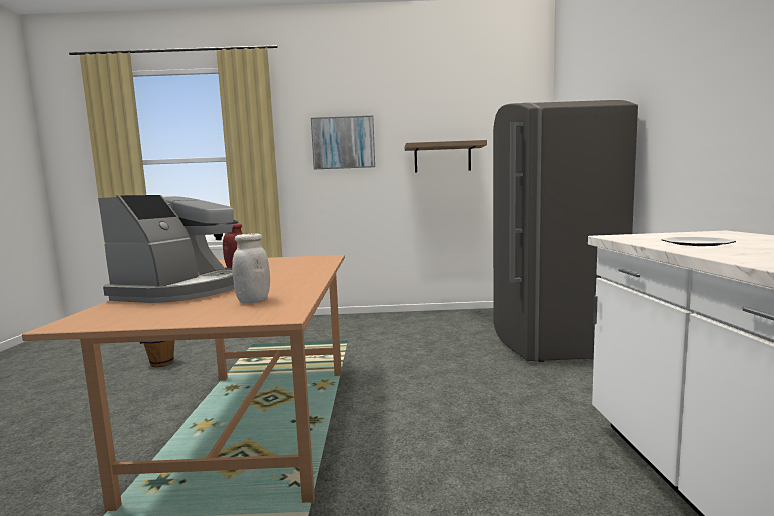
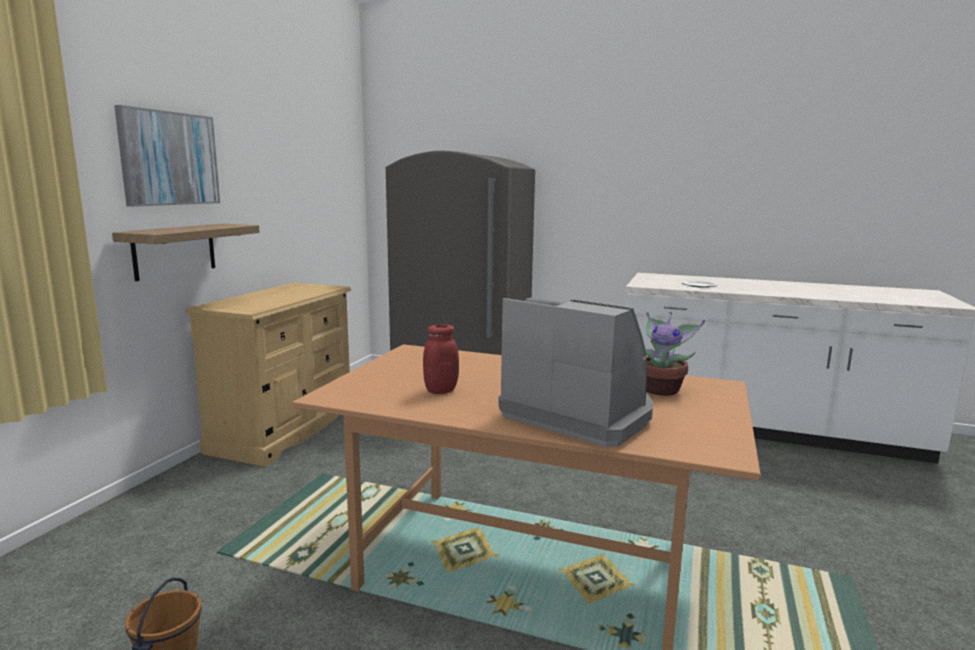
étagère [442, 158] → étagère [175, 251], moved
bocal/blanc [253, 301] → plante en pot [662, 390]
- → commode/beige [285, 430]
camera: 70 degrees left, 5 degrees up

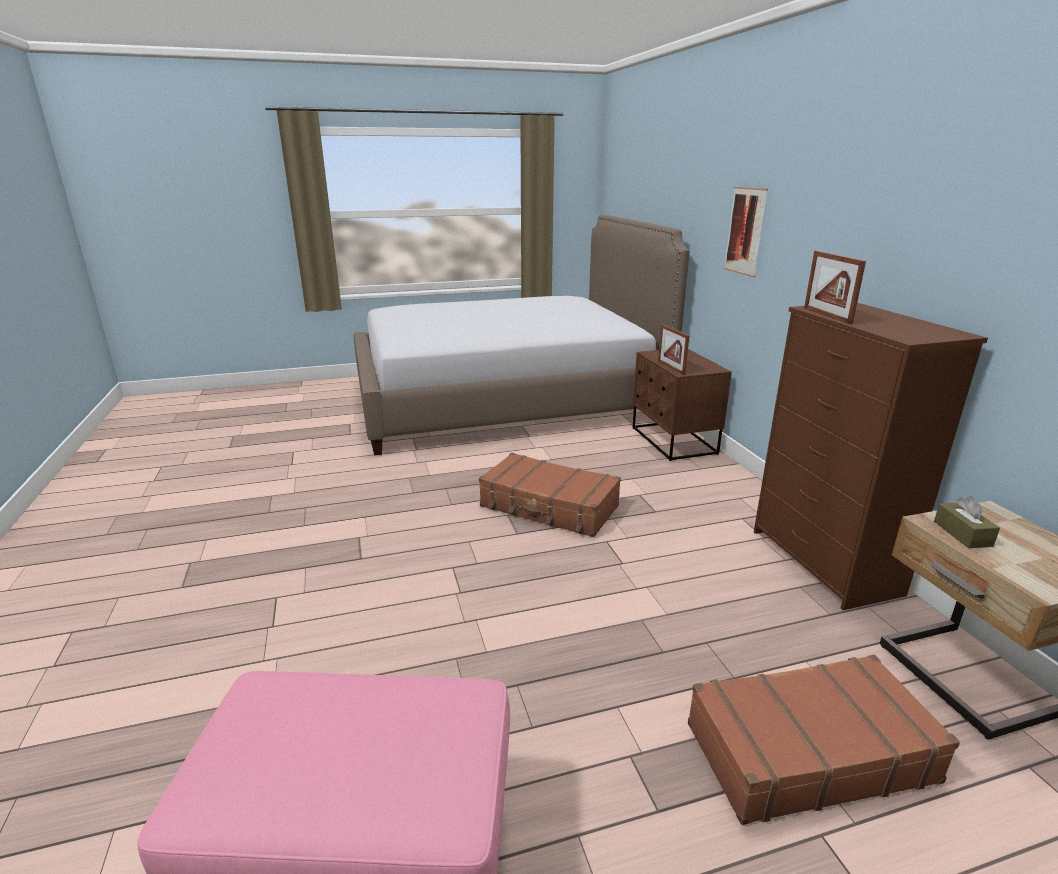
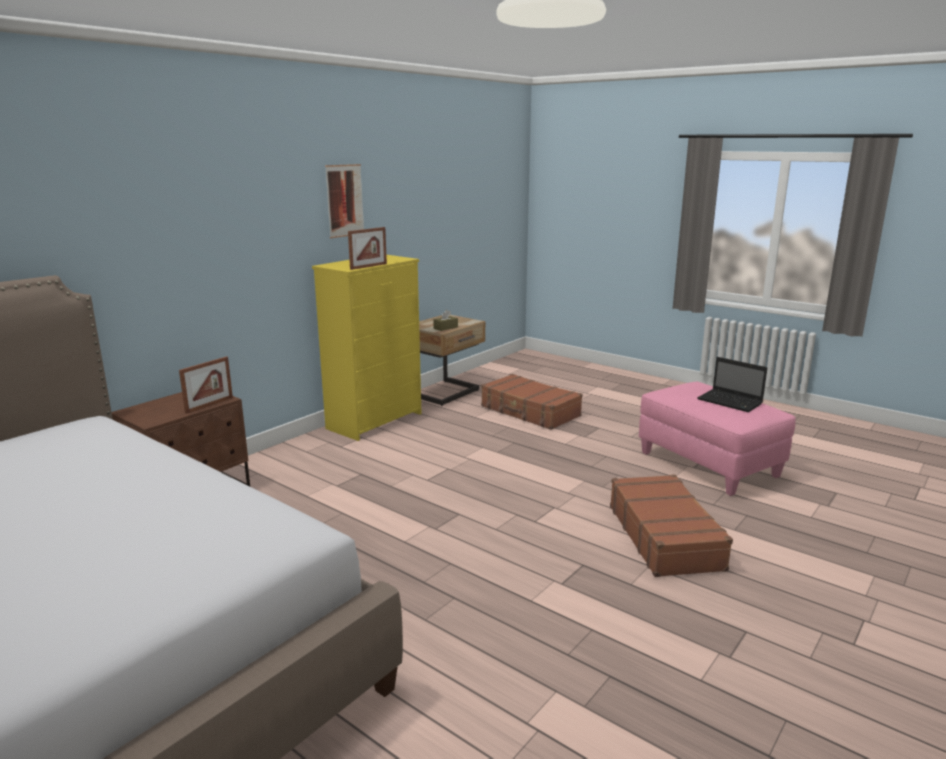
tableau [745, 231] → tableau [344, 200], moved
commode/marron [824, 562] → commode/jaune [376, 421]
valise/marron [549, 507] → valise/marron [665, 537], moved
- → ordinateur portable [731, 402]
camera: 125 degrees left, 5 degrees down

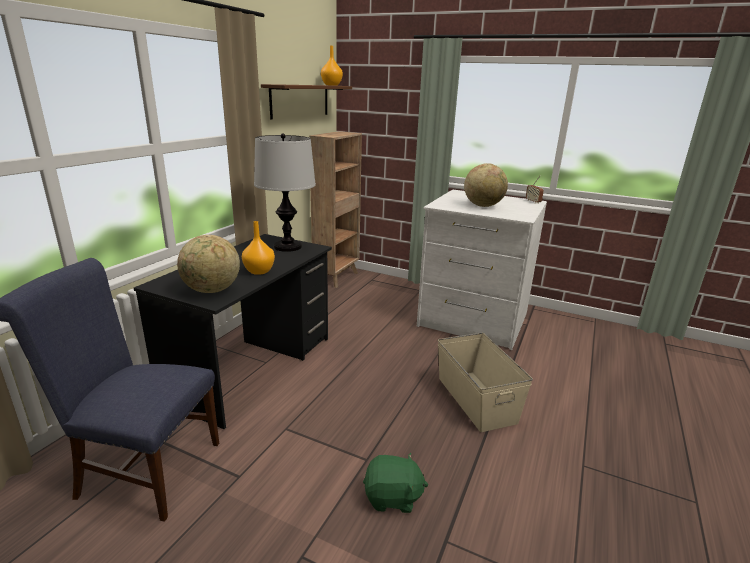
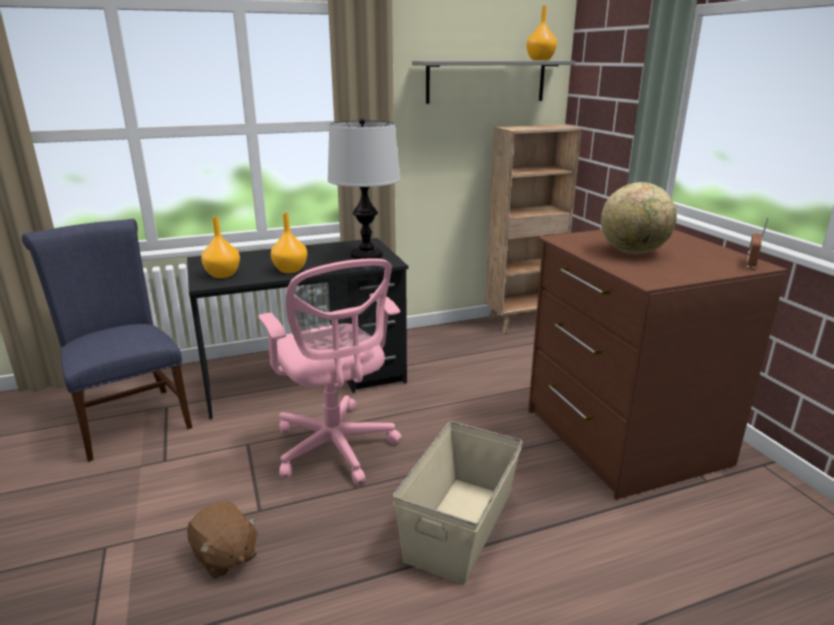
étagère/marron [300, 101] → étagère/gris [486, 81]
commode/blanc [472, 320] → commode/marron [622, 437]
globe [212, 291] → vase/orange [222, 275]
peluche/vert [392, 497] → peluche/marron [225, 556]
- → chaise de bureau/rose [336, 449]
camera: 45 degrees right, 0 degrees up

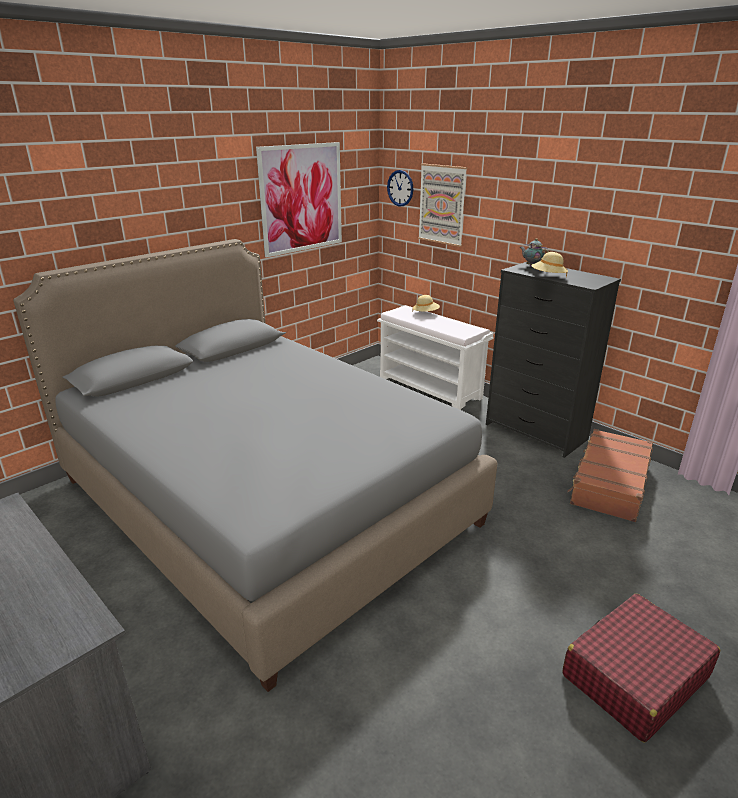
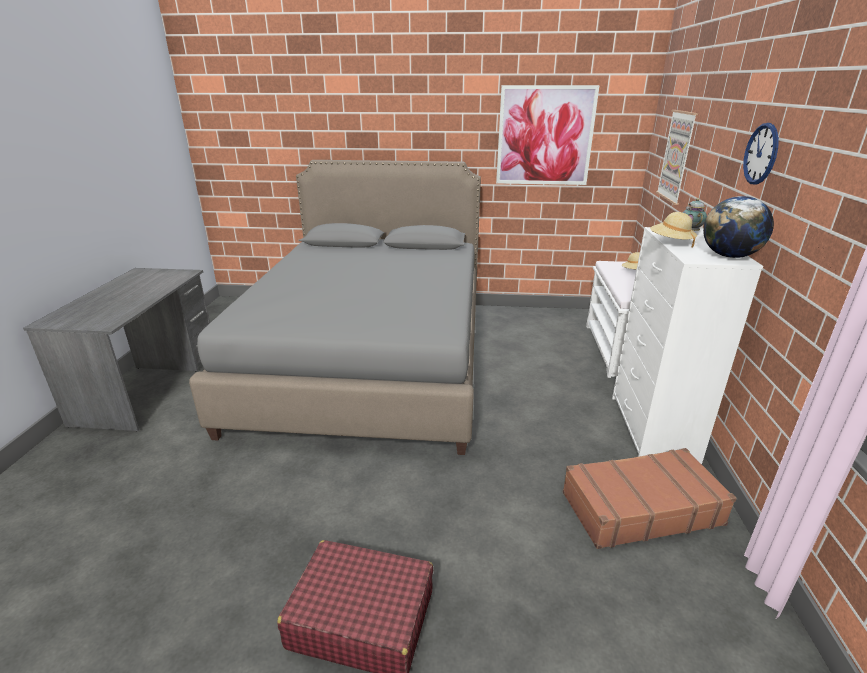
horloge murale [400, 188] → horloge murale [761, 154], moved
commode/noir [536, 432] → commode/blanc [652, 429]
- → globe [729, 256]
camera: 50 degrees right, 0 degrees up

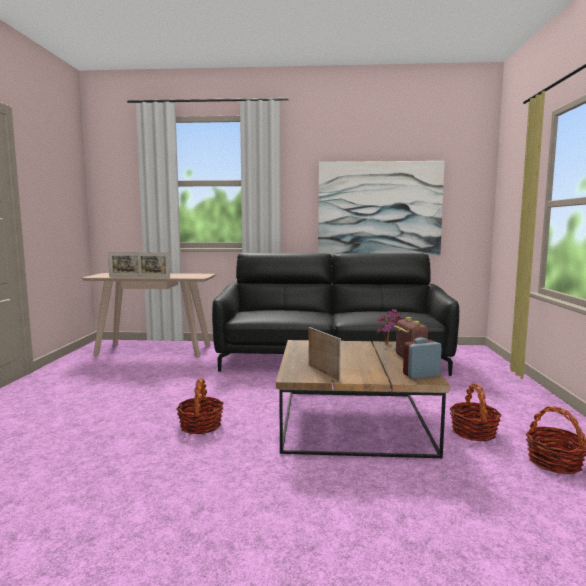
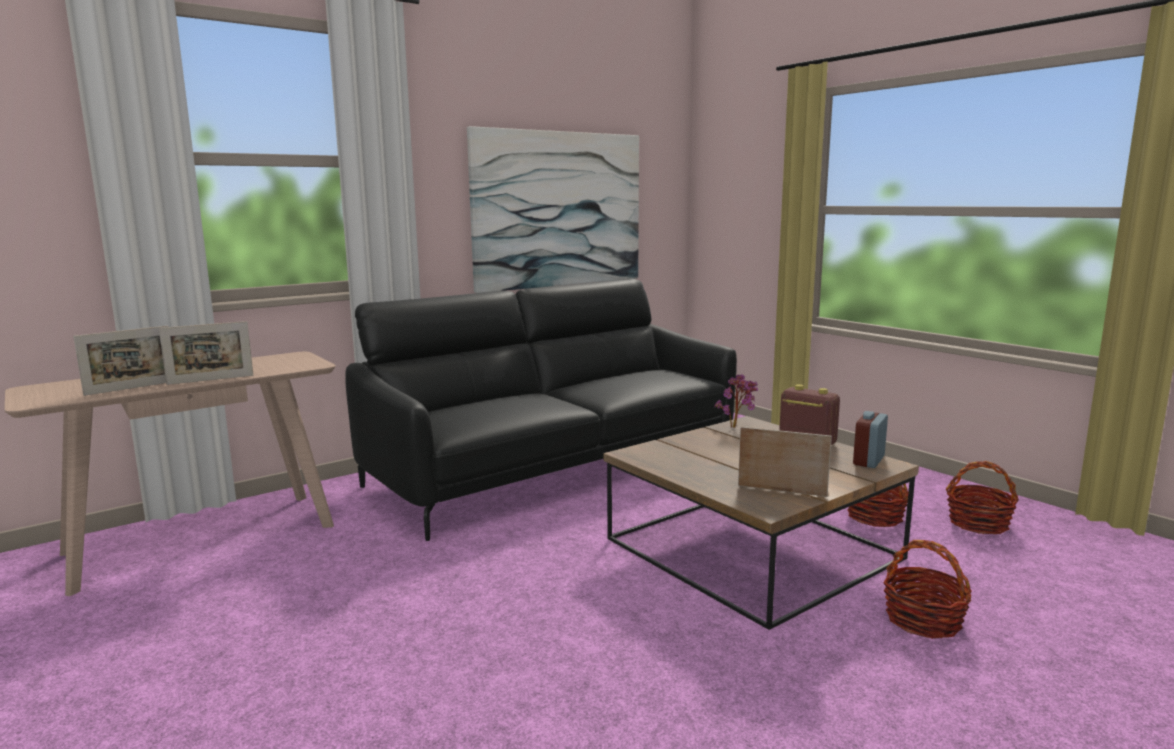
panier [201, 426] → panier [923, 620], moved
camera: 40 degrees left, 5 degrees up

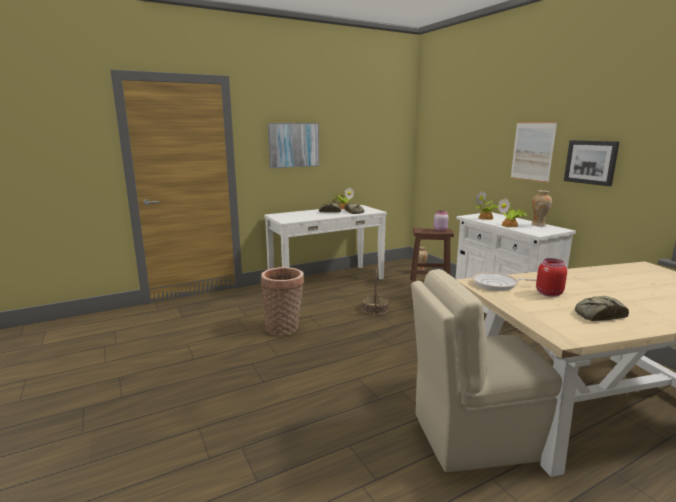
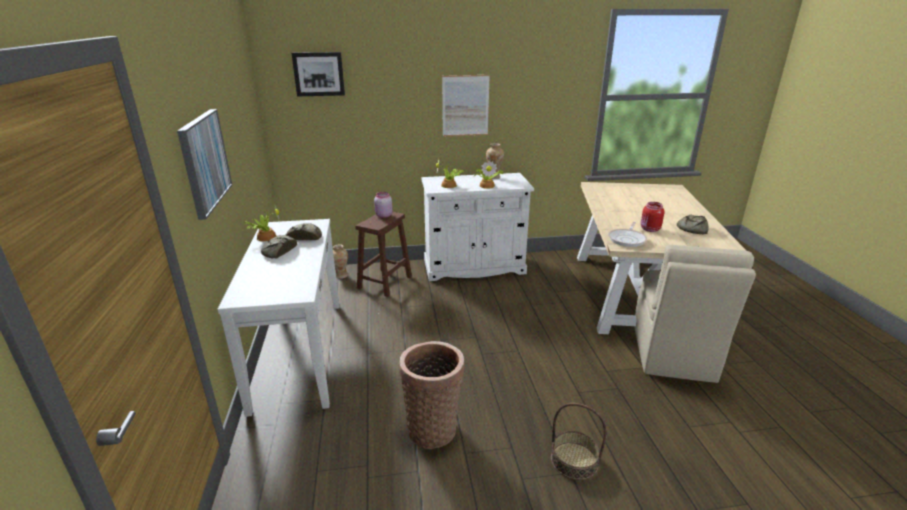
tableau [591, 162] → tableau [319, 74], moved
panier [375, 309] → panier [574, 460], moved
camera: 70 degrees left, 10 degrees up

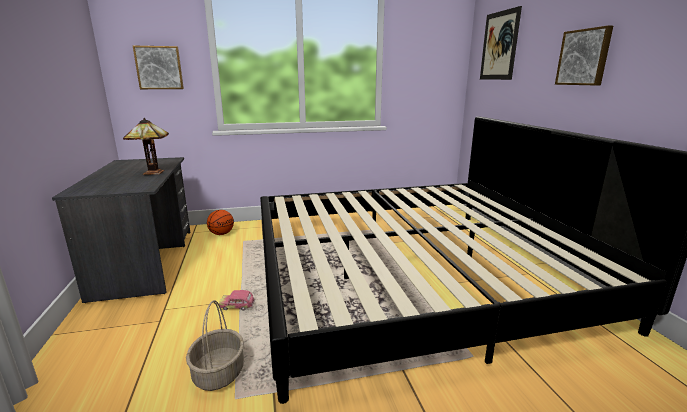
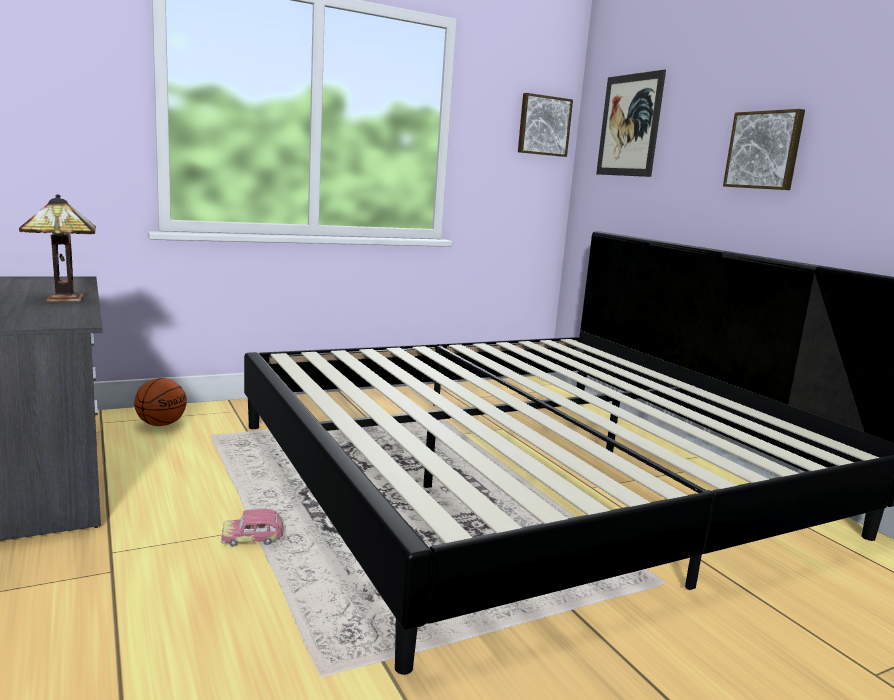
tableau [159, 68] → tableau [543, 125], moved
panier [219, 373] → -
camera: 15 degrees left, 5 degrees down

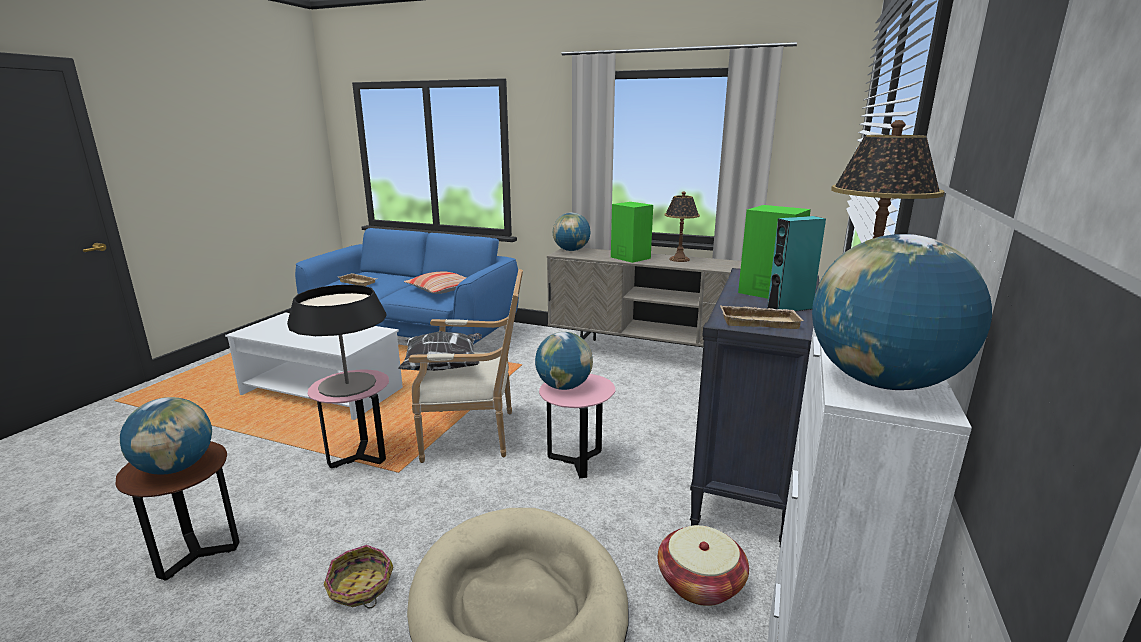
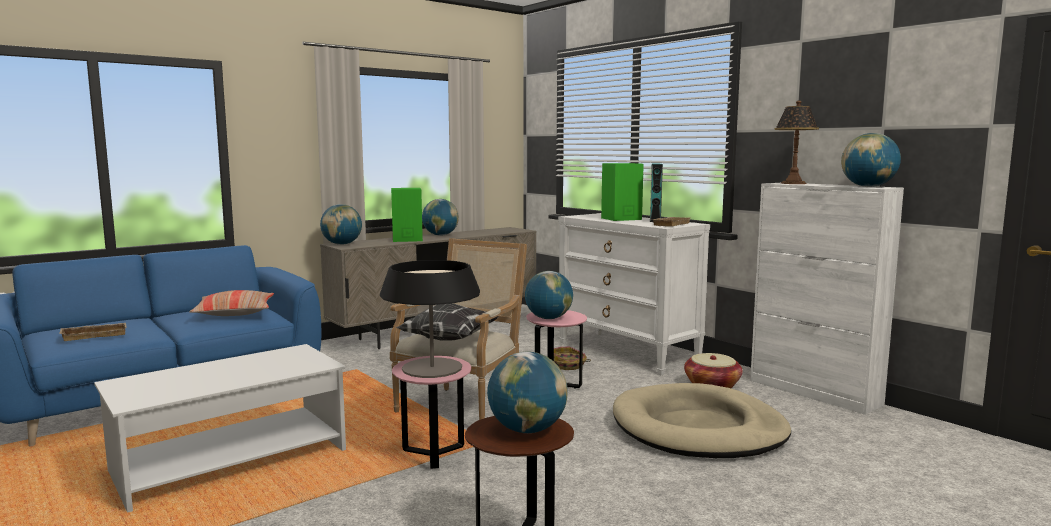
lampe de table [679, 259] → globe [440, 235]
commode/noir [748, 476] → commode/blanc [627, 352]
panier [360, 588] → panier [568, 365], moved
camera: 60 degrees left, 10 degrees down

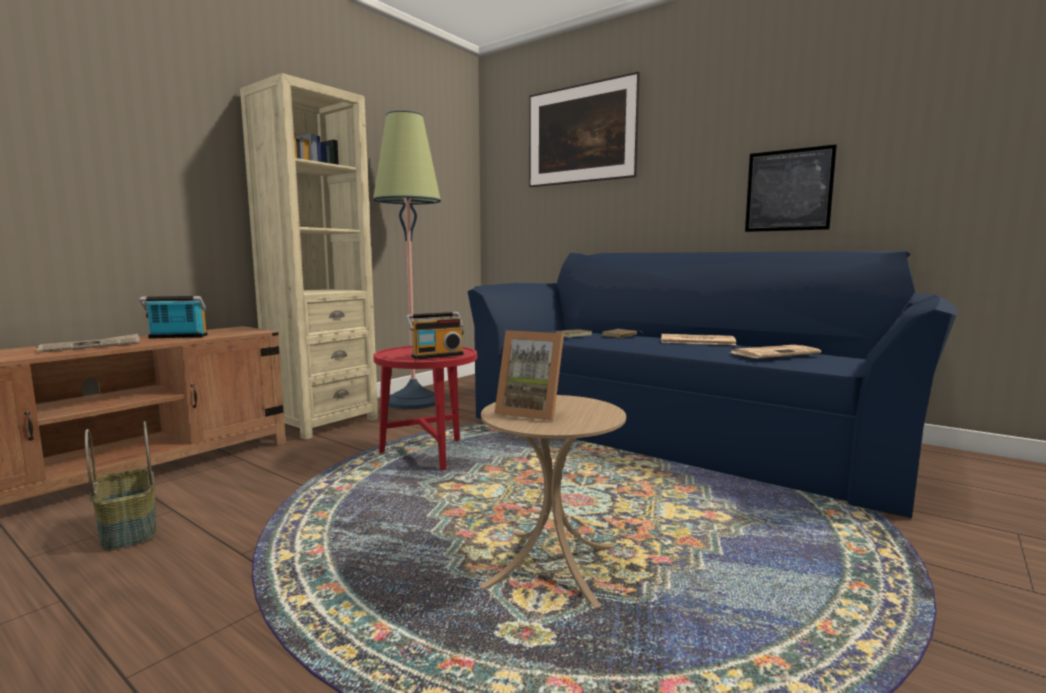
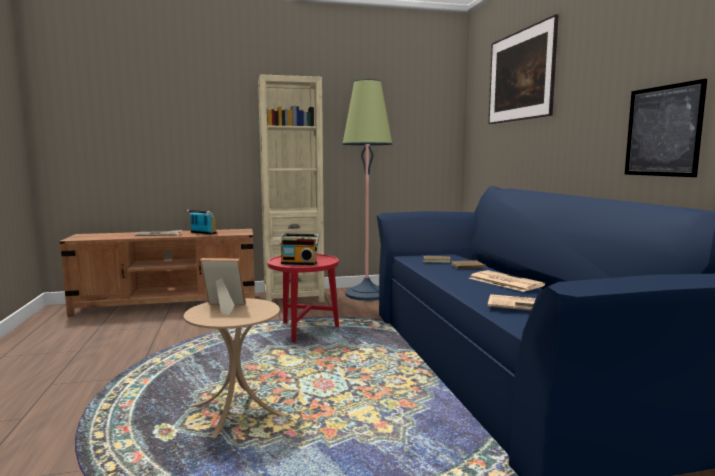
cadre photo [531, 412] → cadre photo [223, 308], 120 degrees clockwise
panier [127, 530] → -
camera: 40 degrees right, 0 degrees up

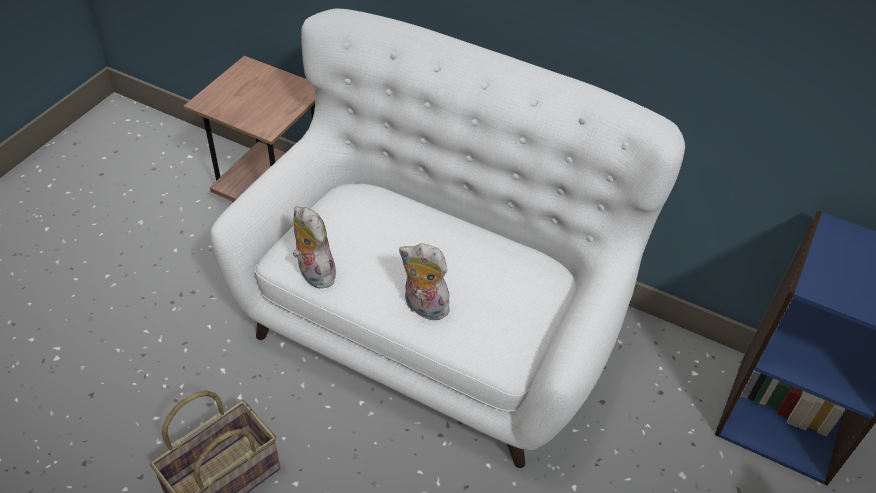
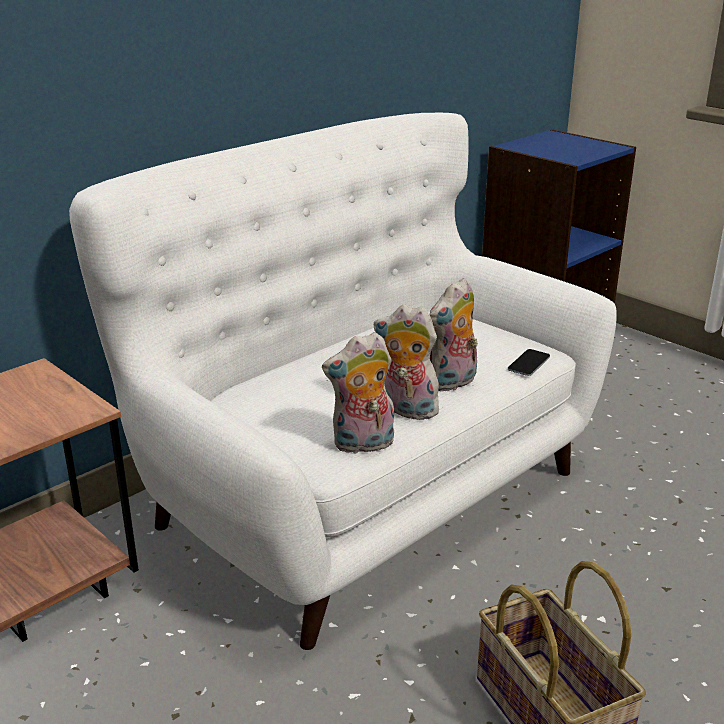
- → peluche [406, 410]
- → téléphone [529, 363]
camera: 70 degrees left, 20 degrees down

